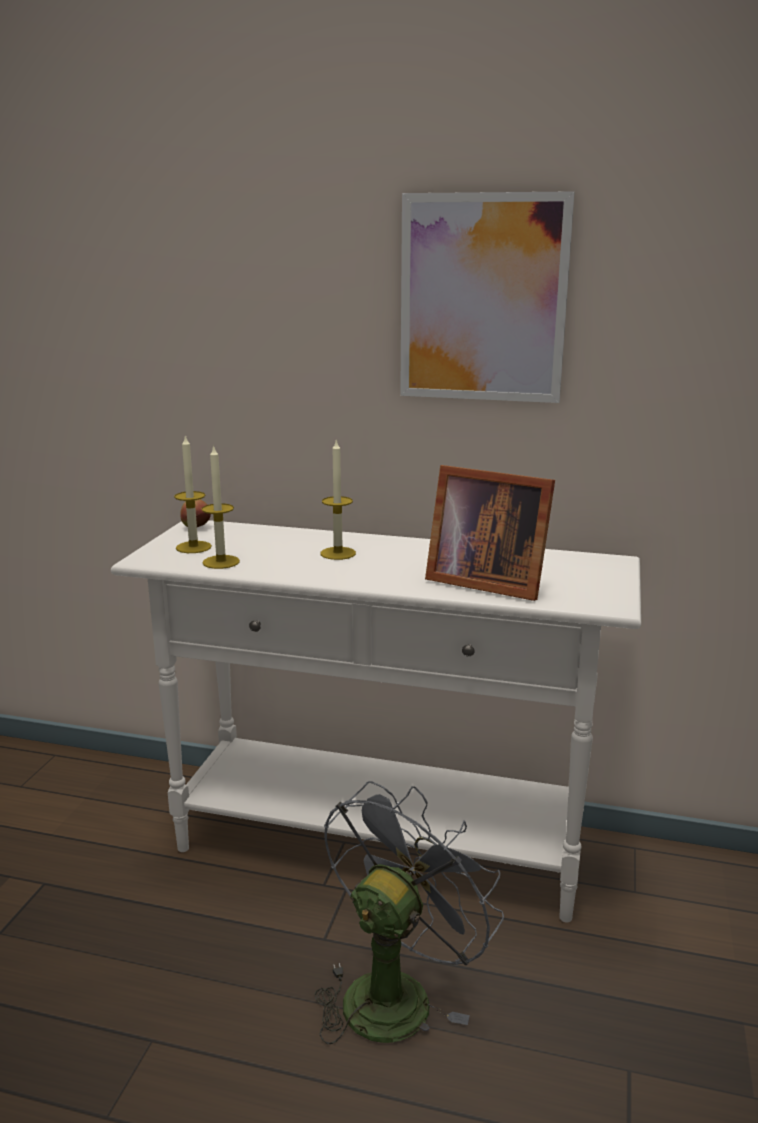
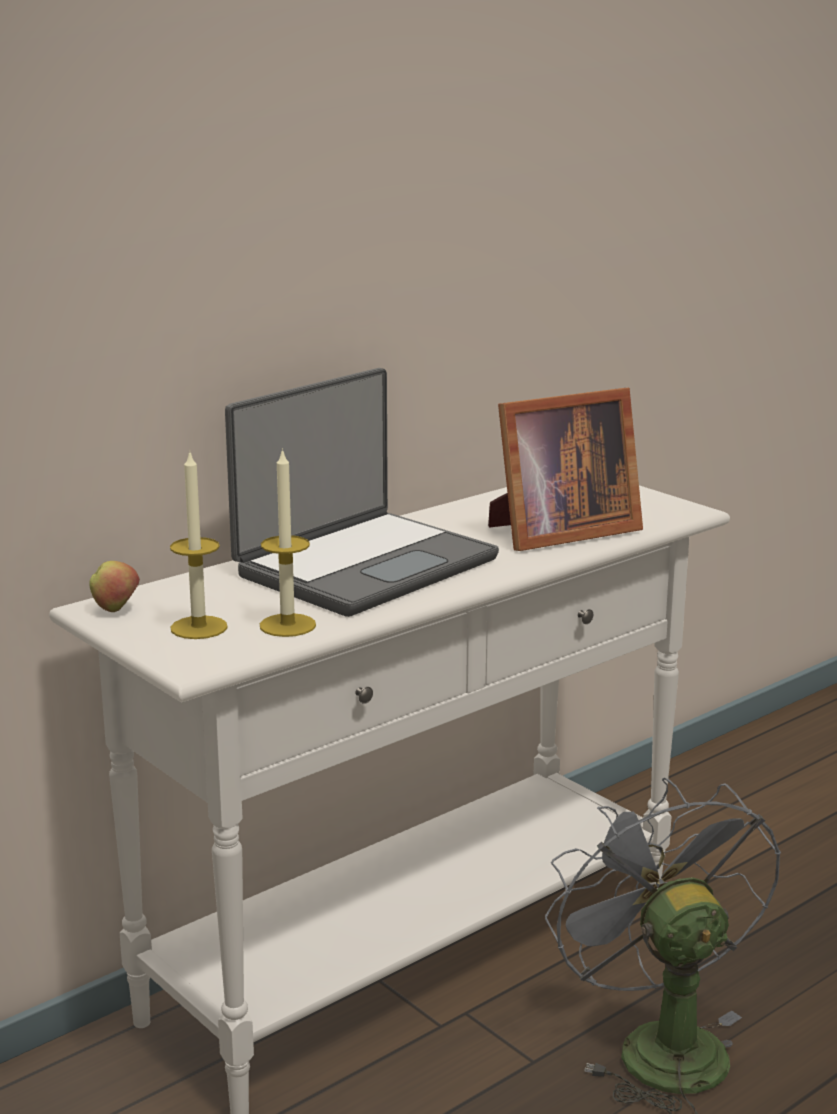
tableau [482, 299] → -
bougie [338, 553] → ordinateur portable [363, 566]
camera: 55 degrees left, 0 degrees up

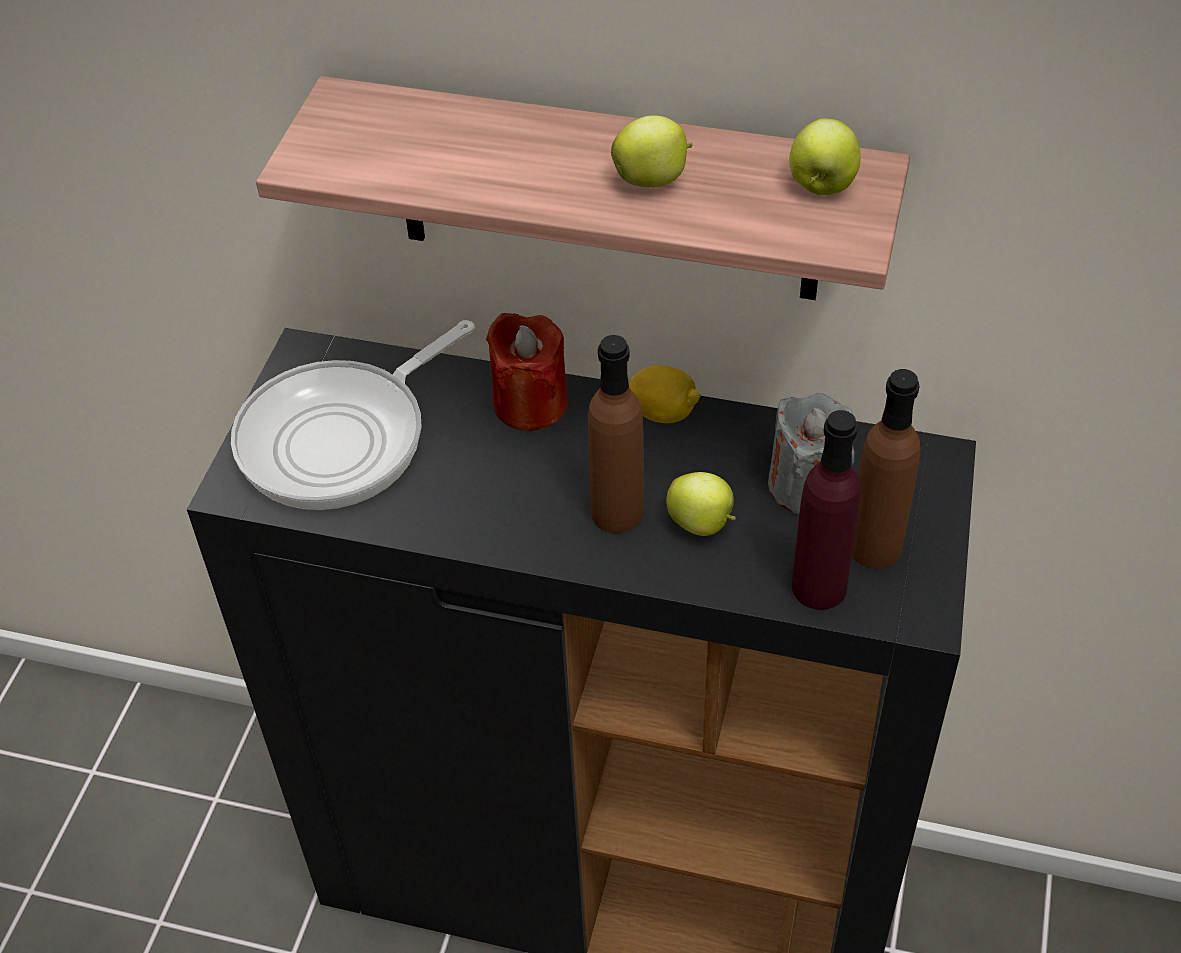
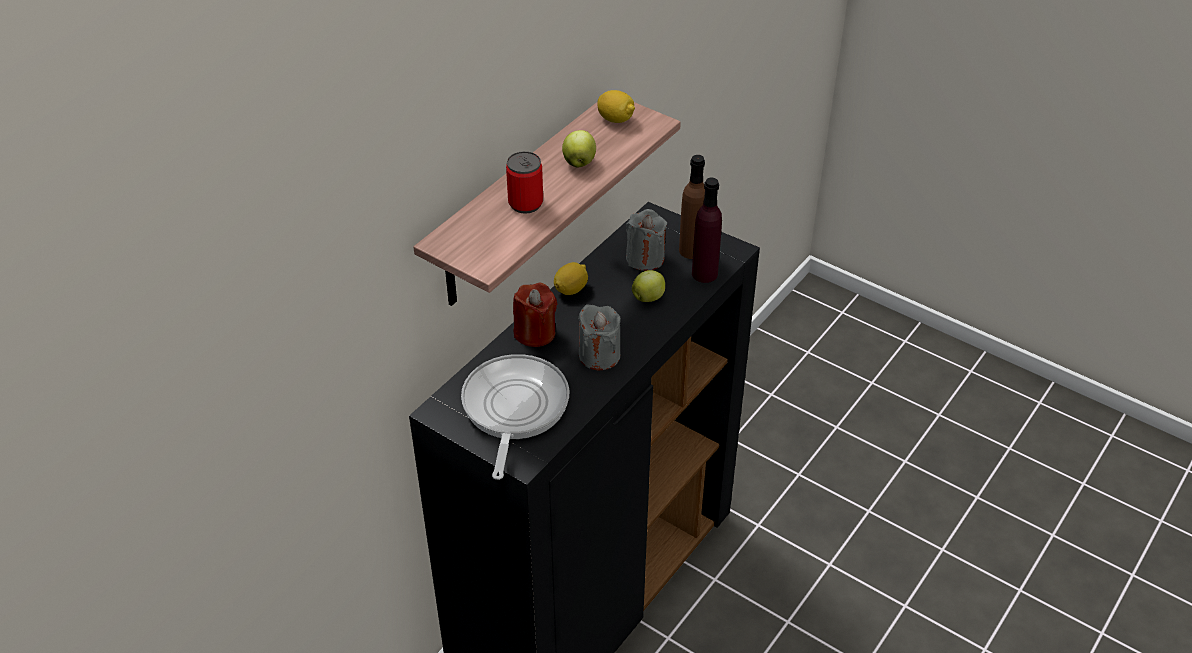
pomme [822, 186] → citron [616, 119]
poêle [342, 438] → poêle [514, 409], 150 degrees counterclockwise
bouteille/marron [617, 513] → -
- → boîte métallique [525, 203]
- → bougie/gris [599, 355]
camera: 70 degrees left, 5 degrees down

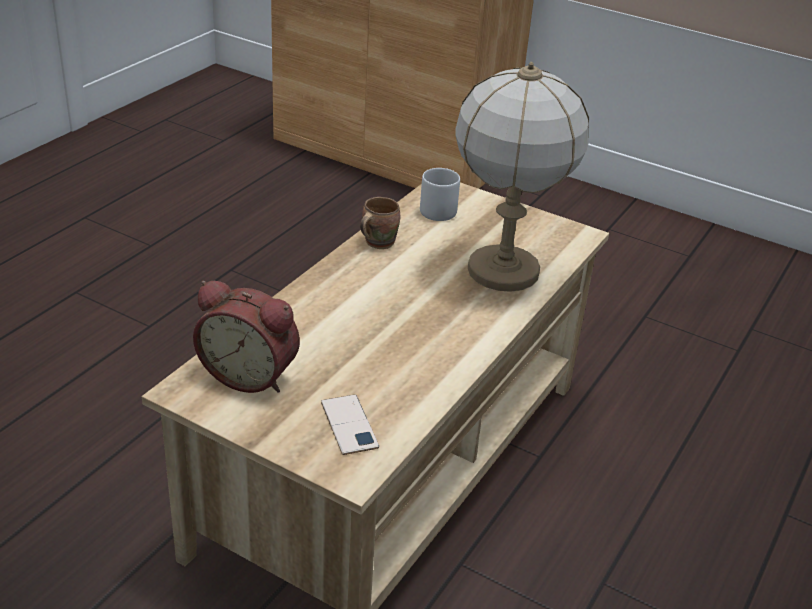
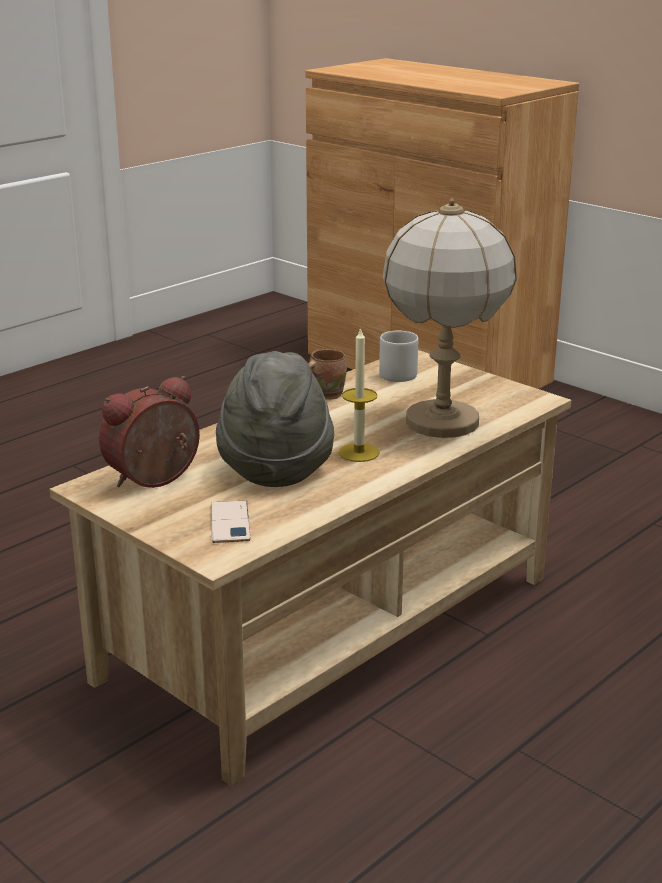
réveil [251, 374] → réveil [155, 480], 105 degrees clockwise
- → bougie [359, 452]
- → chapeau/gris [275, 466]
camera: 15 degrees right, 10 degrees down

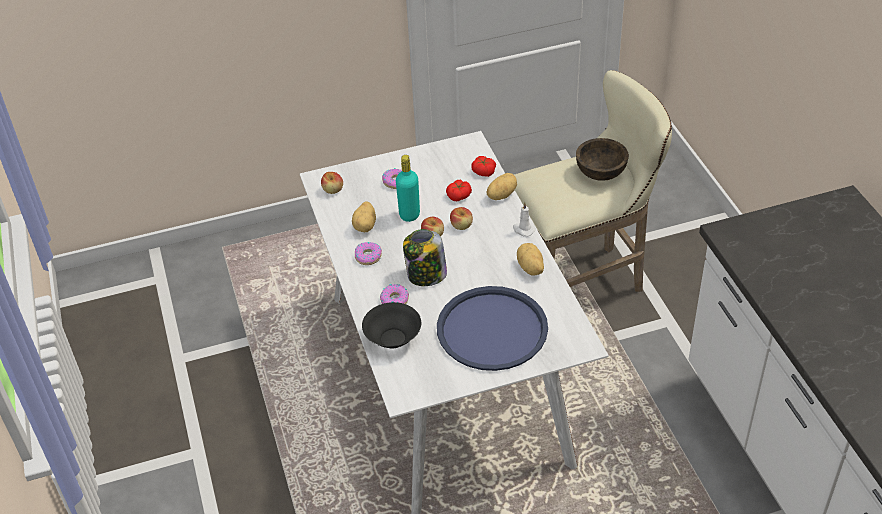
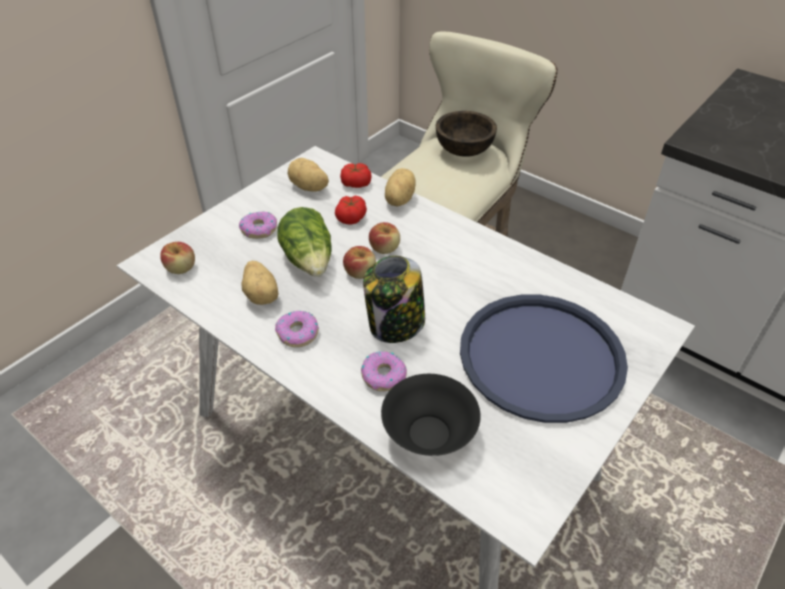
bouteille/turquoise [409, 215] → laitue [309, 260]
bougie/blanc [523, 229] → -
pomme de terre [530, 268] → pomme de terre [309, 188], moved
camera: 35 degrees left, 0 degrees up

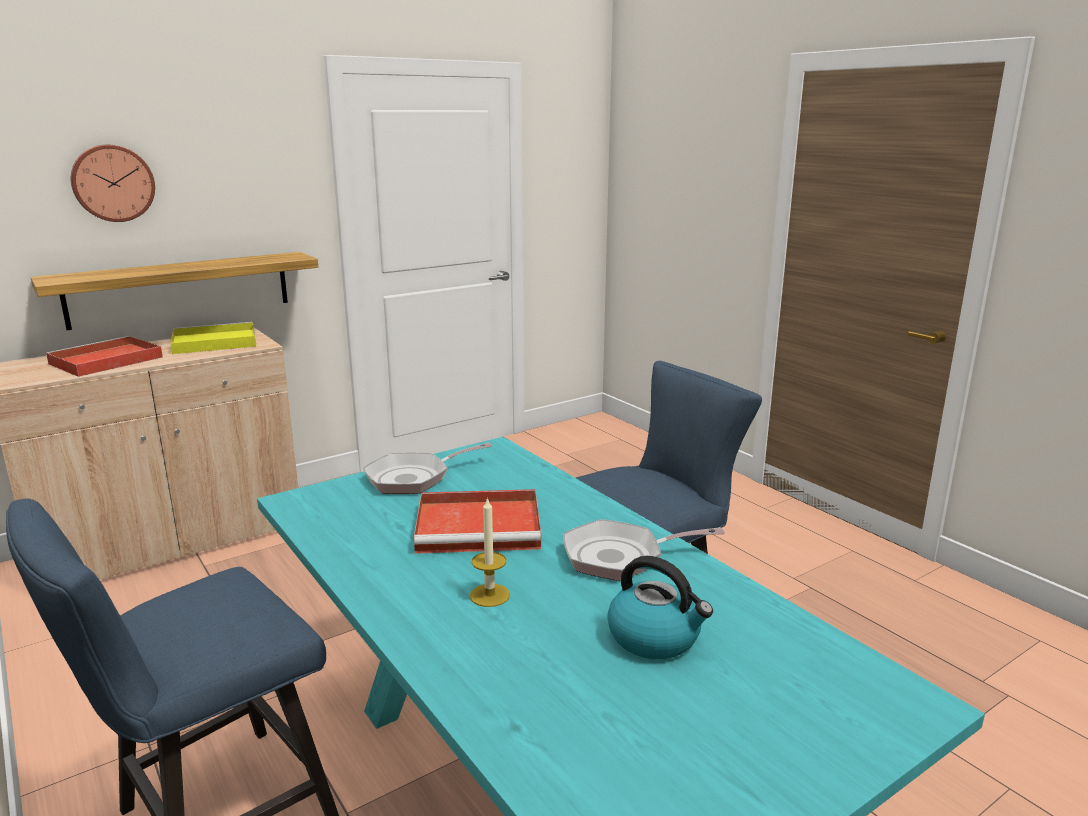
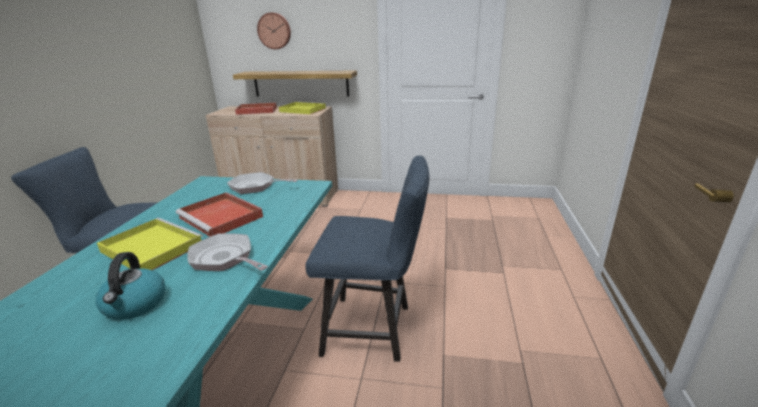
bougie [489, 595] → plateau/jaune [150, 248]
camera: 45 degrees right, 5 degrees up

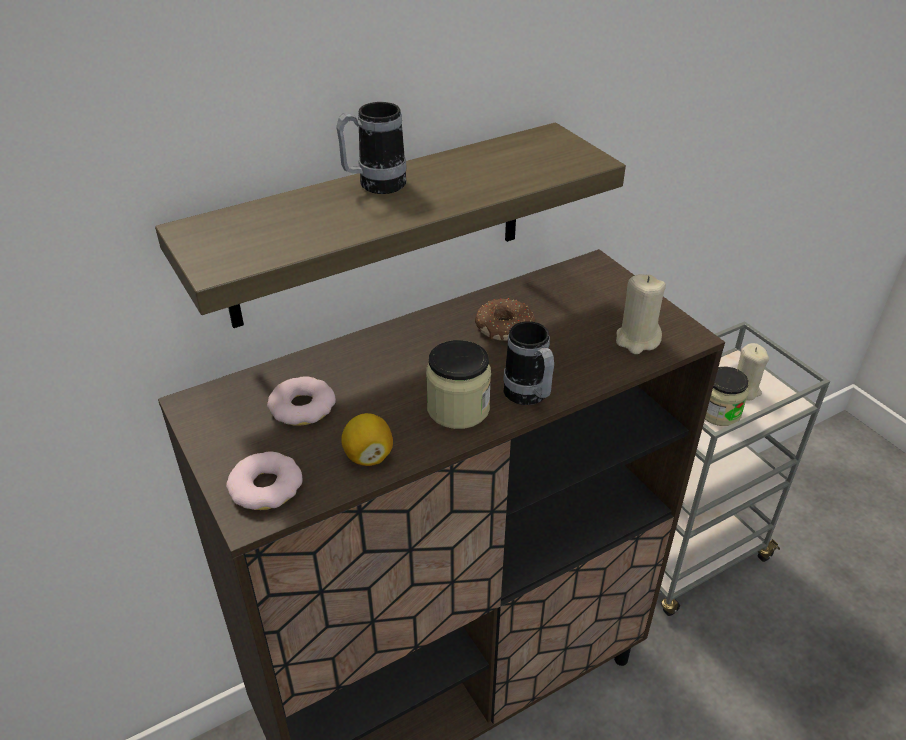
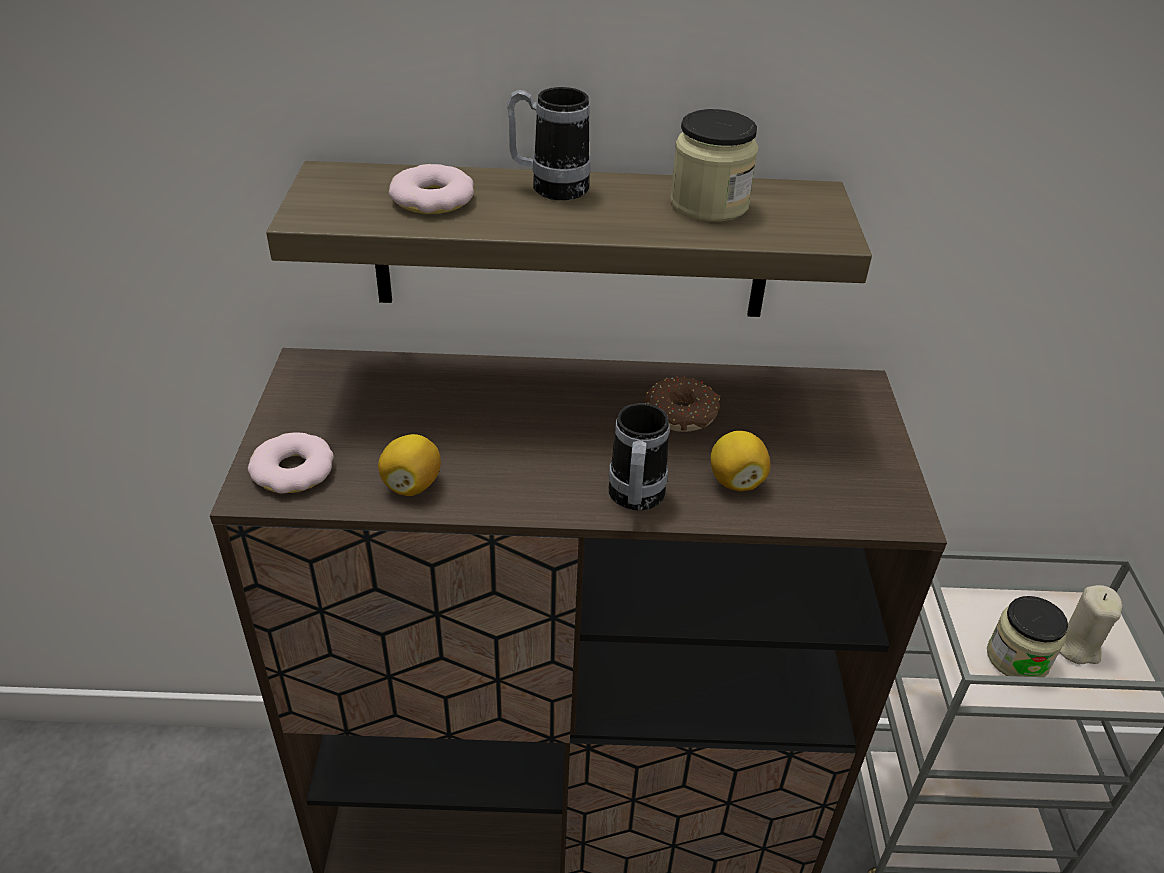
bougie/beige [637, 340] → -
bocal [458, 408] → bocal [709, 204], moved
beignet [302, 407] → beignet [433, 199], moved
- → citron [735, 481]
camera: 30 degrees right, 0 degrees up

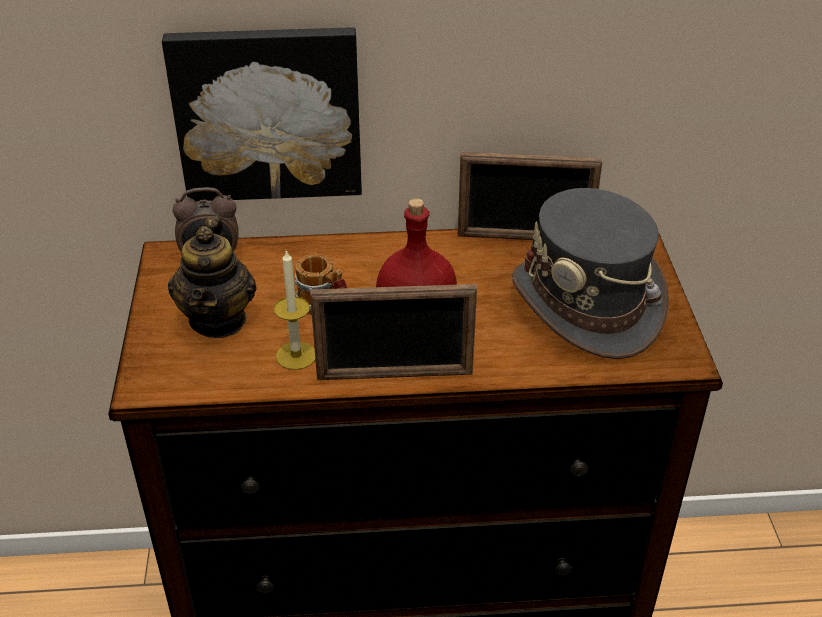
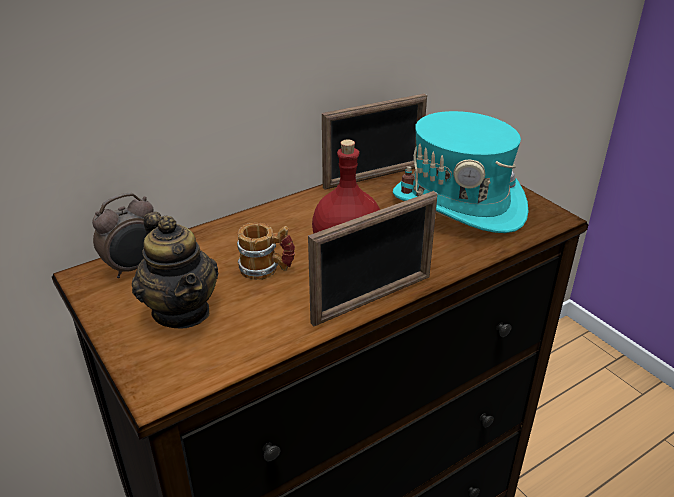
tableau [268, 113] → -
chapeau/gris [587, 304] → chapeau/turquoise [458, 204]
bougie [296, 355] → -
camera: 30 degrees left, 5 degrees down

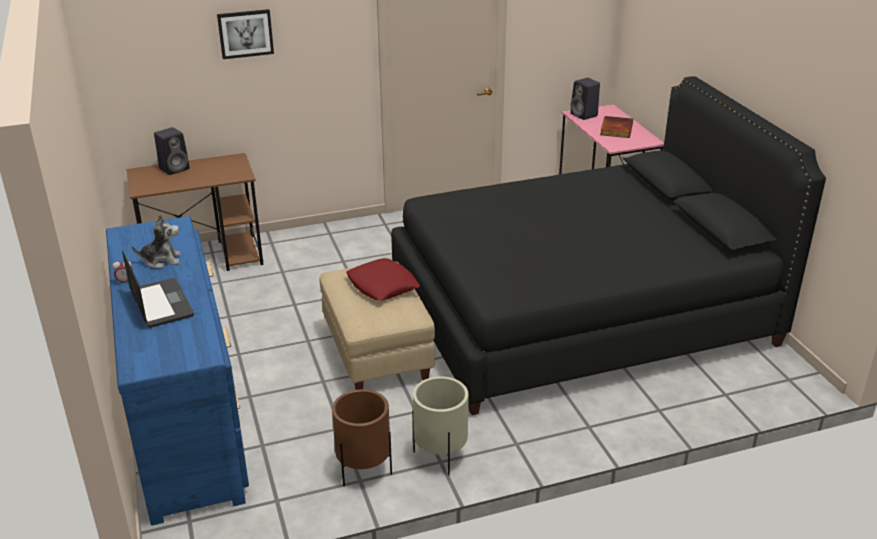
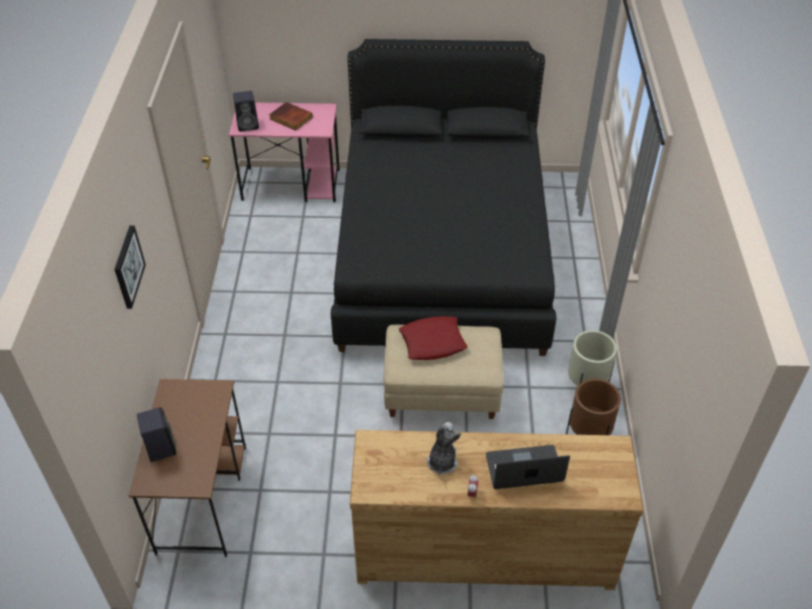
commode/bleu [185, 419] → commode/marron [483, 549]
camera: 70 degrees left, 15 degrees up

